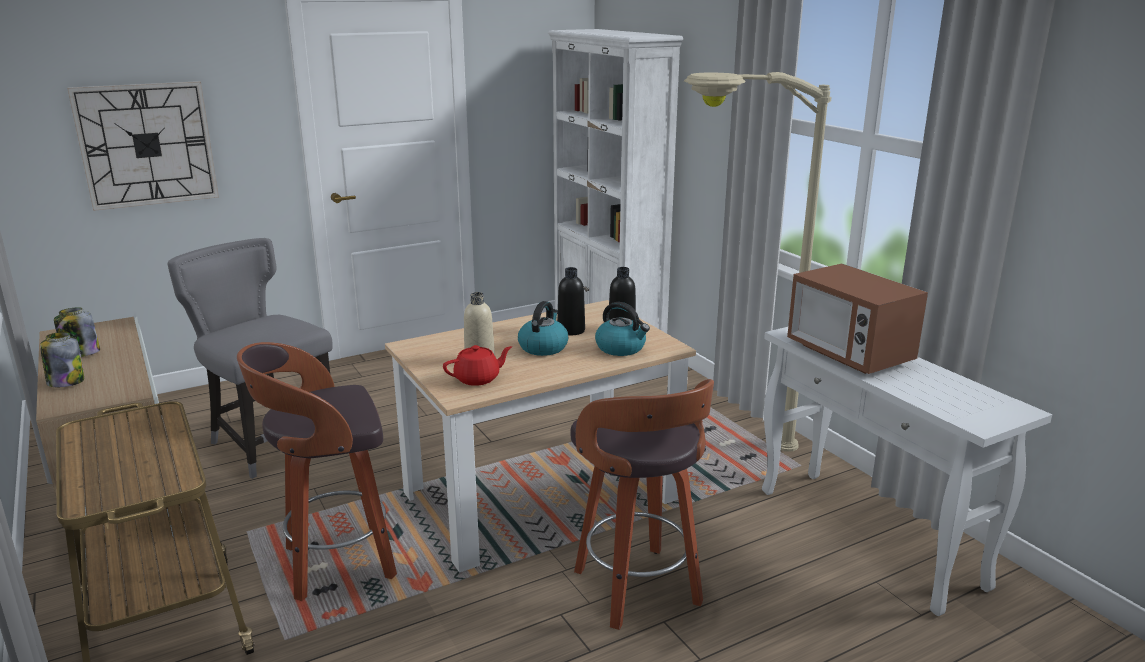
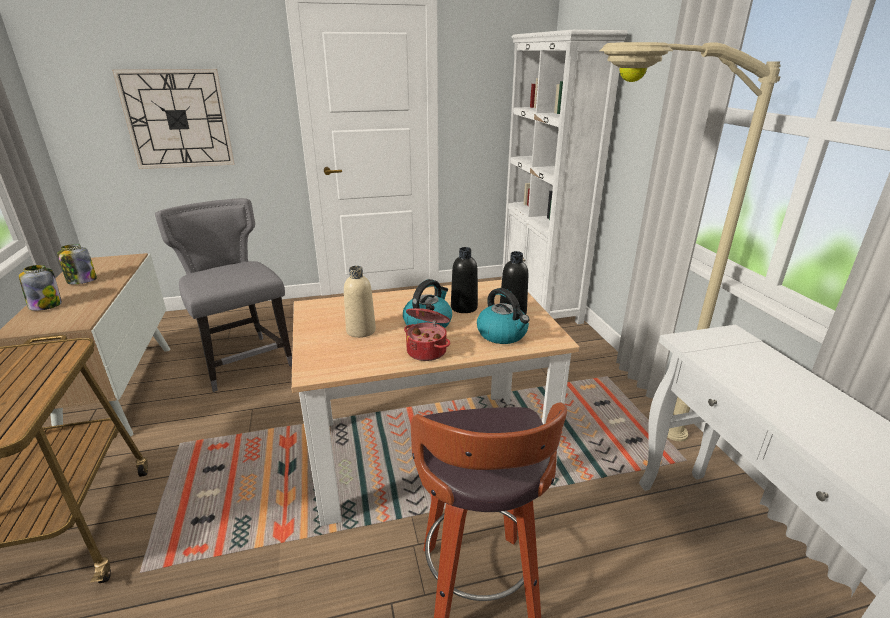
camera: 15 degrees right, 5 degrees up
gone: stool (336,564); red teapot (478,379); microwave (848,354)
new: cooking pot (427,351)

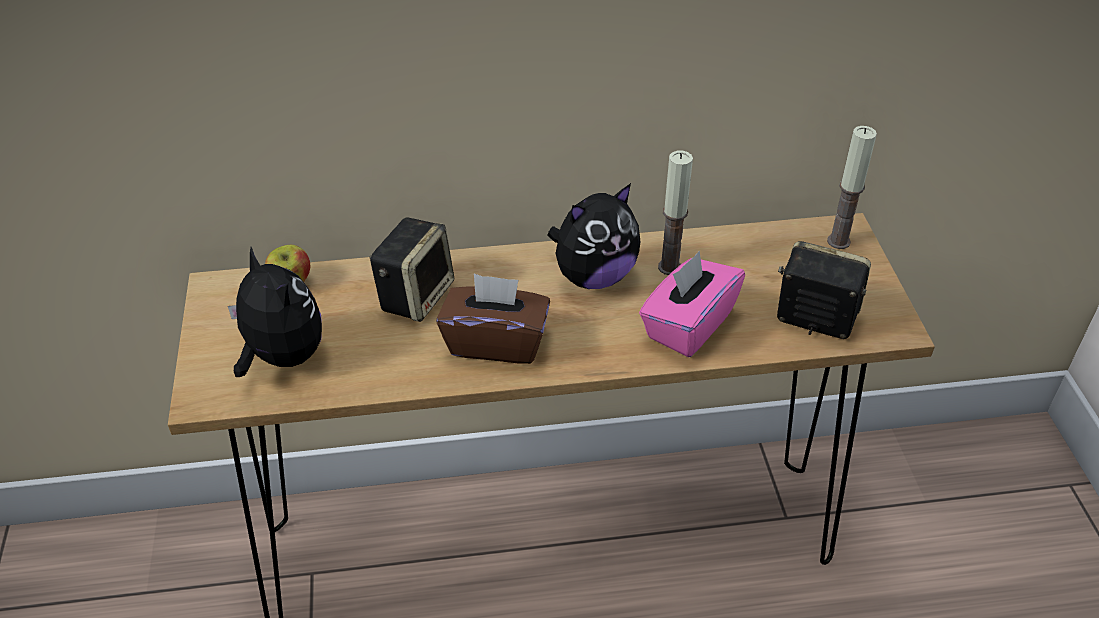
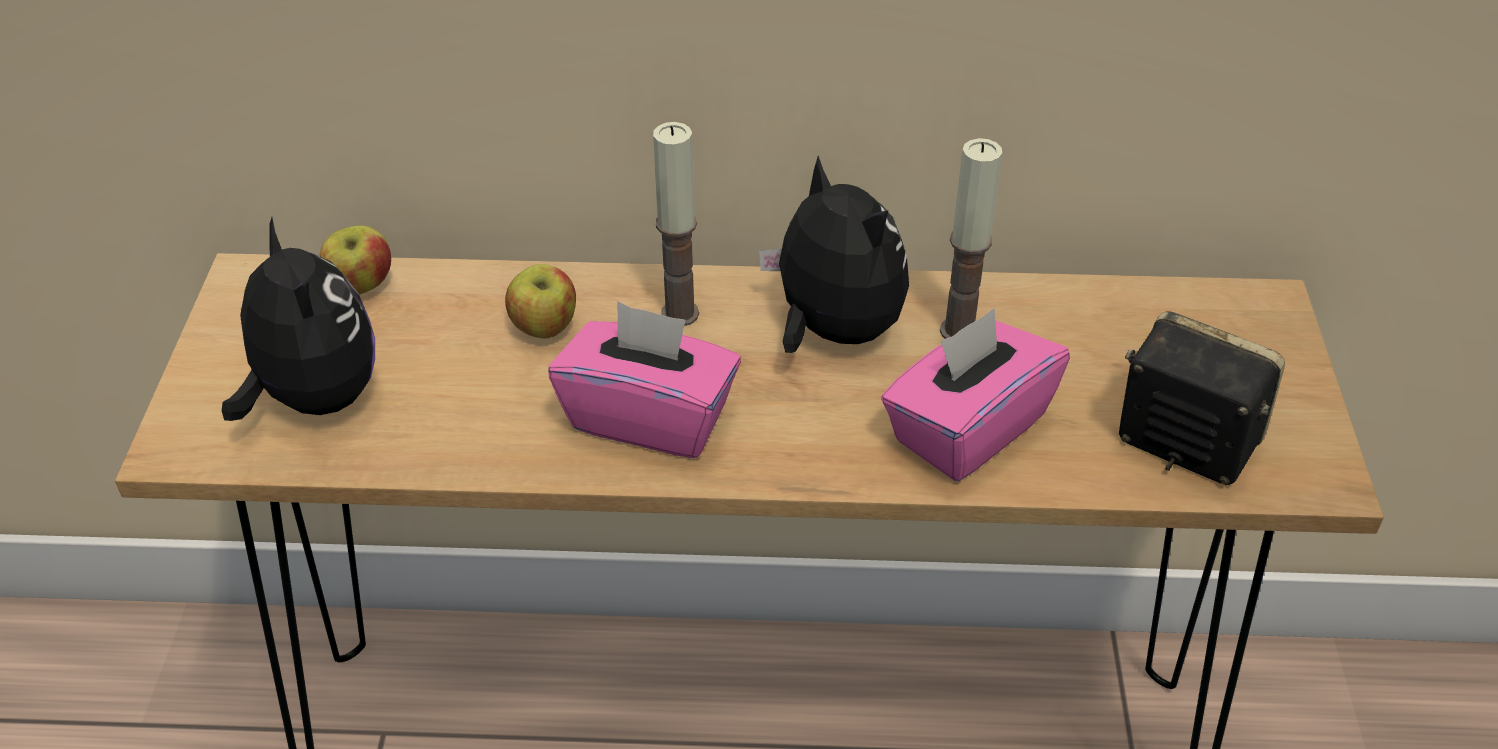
camera: 10 degrees right, 0 degrees up
shifted: candle (838,241) to (679,314)
swapped: speaker (416,295) to apple (545,327)
repainted: brown tissue box (496,342) to pink tissue box (650,417)
rotated: plush toy (593,276) = (832,331) 105 degrees counterclockwise

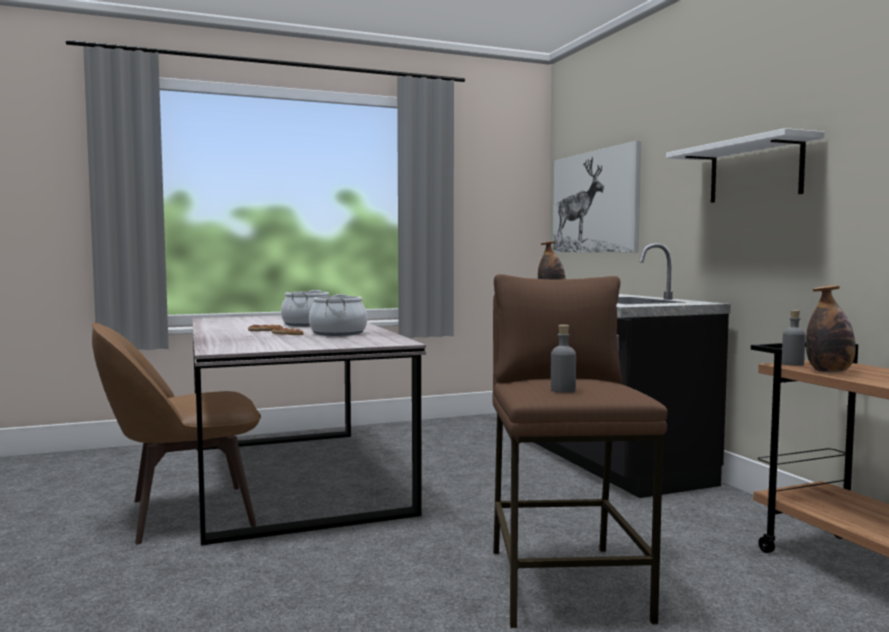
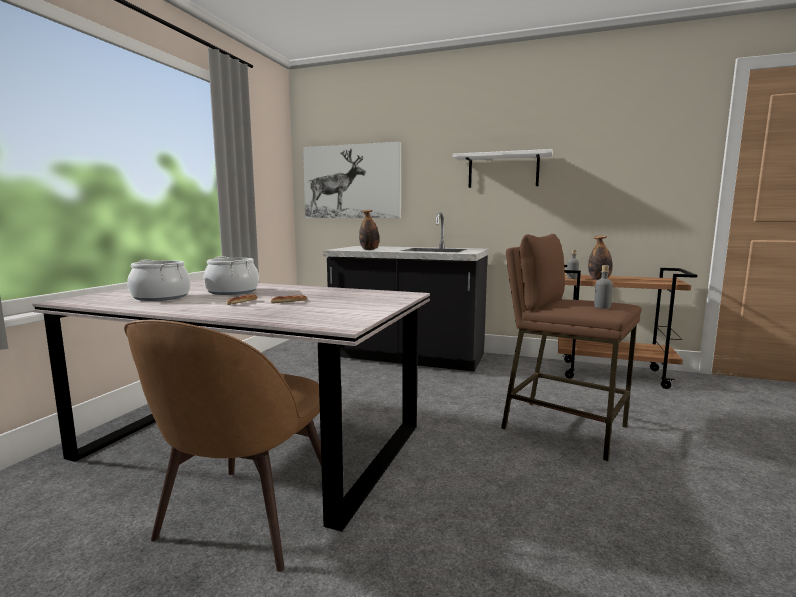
camera: 50 degrees left, 5 degrees up
shifted: cooking pot (338,333) to (161,297)

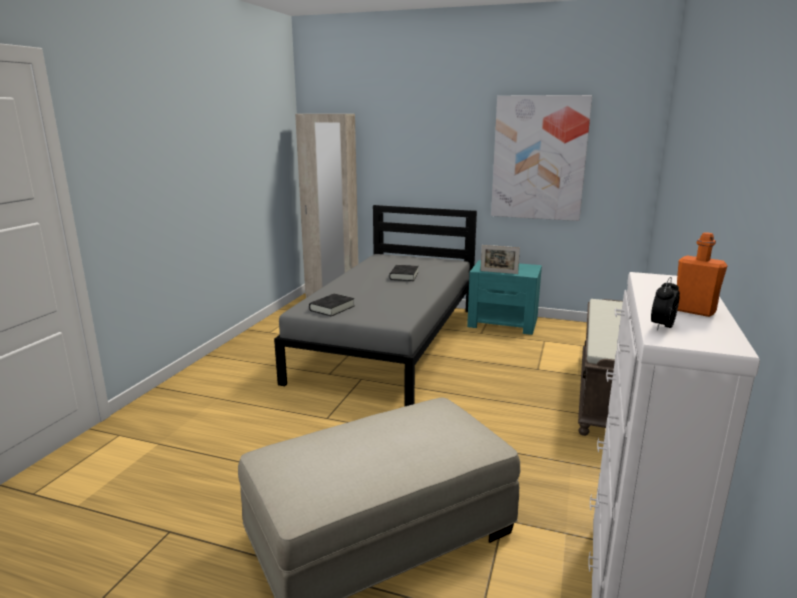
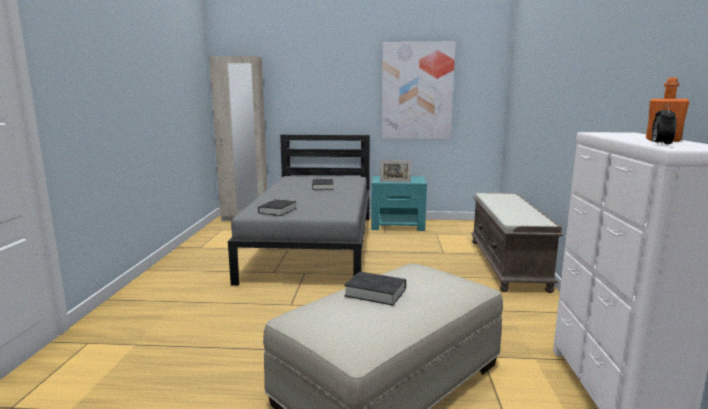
camera: 15 degrees left, 5 degrees down
new: black book (375,292)

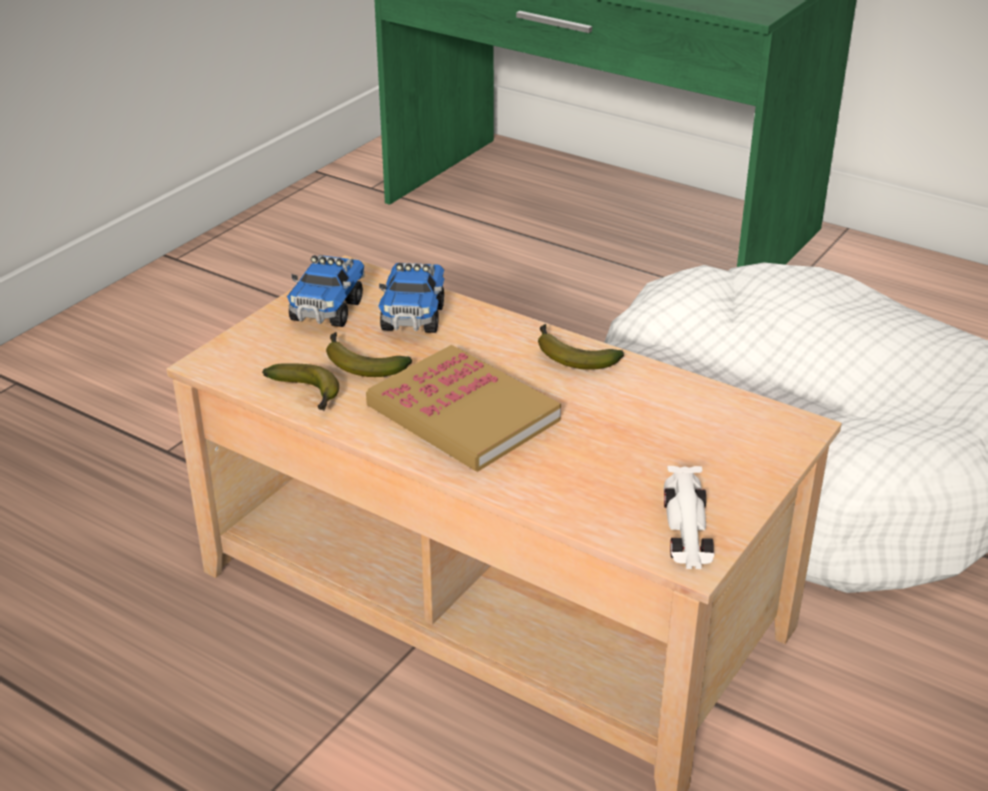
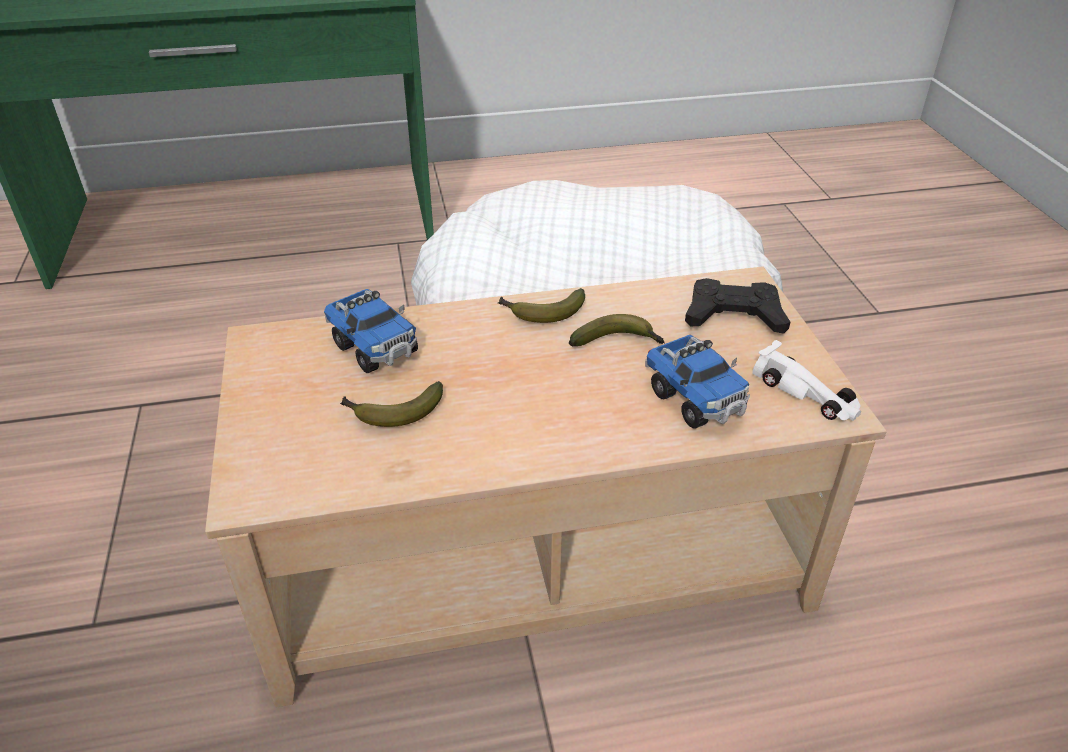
camera: 45 degrees left, 5 degrees up
gone: book (462,413)
new: black game controller (734,315)
shifted: banana (308,395) to (618,342); toy truck (327,310) to (695,399)

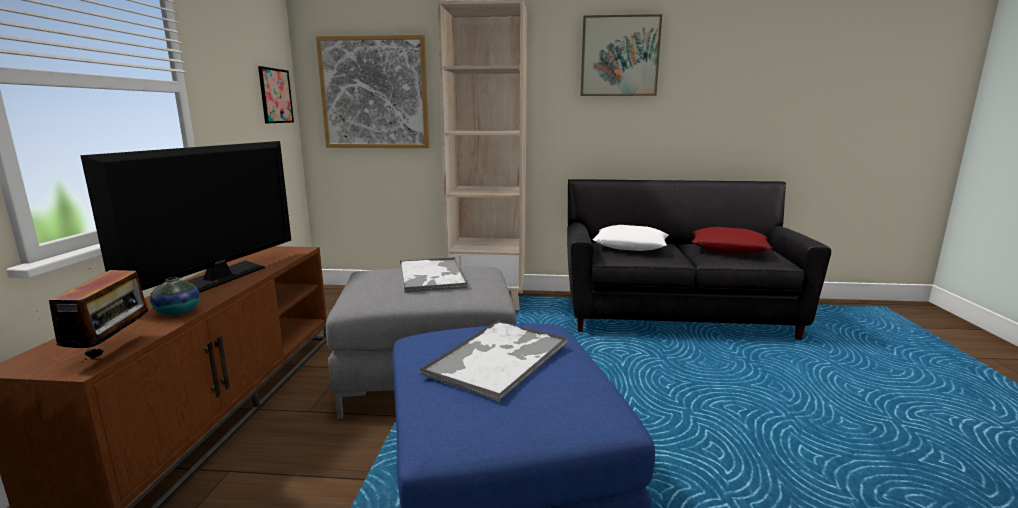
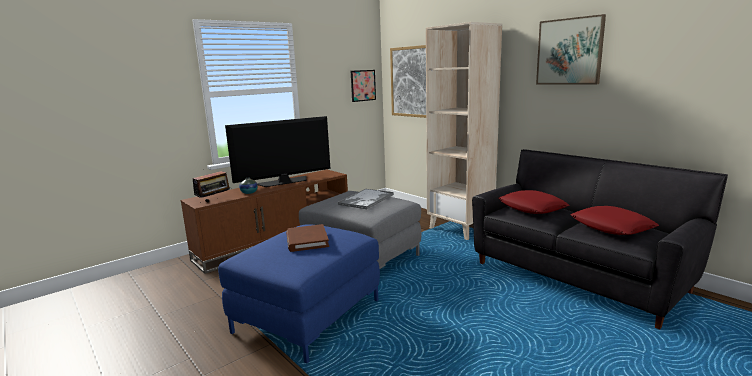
camera: 45 degrees right, 0 degrees up
swapped: tray (499,358) to brown book (307,240)
repainted: white pillow (630,245) to red pillow (532,208)

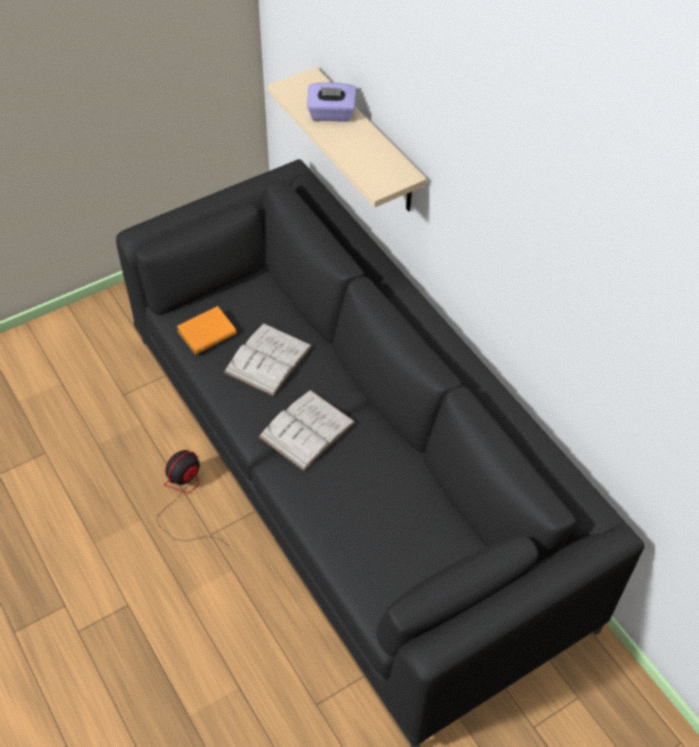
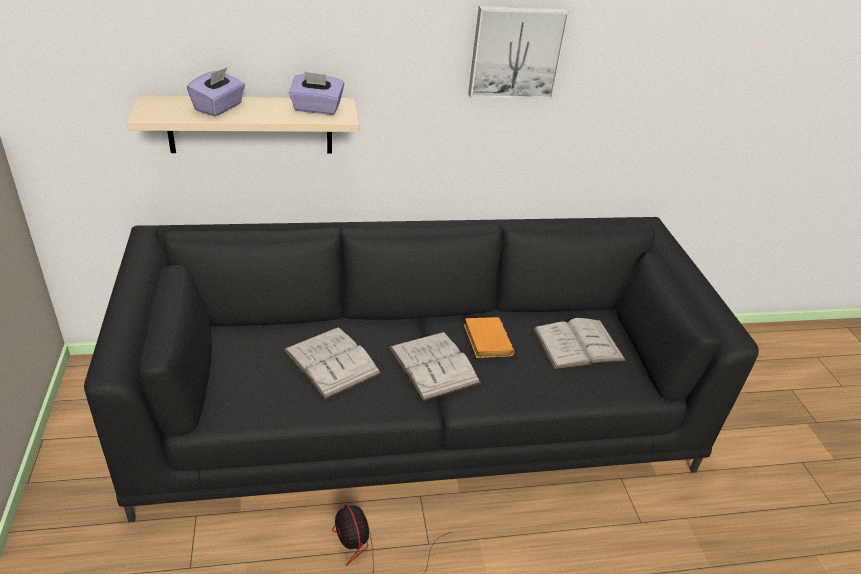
camera: 70 degrees left, 15 degrees down
new: purple tissue box (316,109); picture (515,52); white book (578,344)
shifted: orange book (207,332) to (485,340)

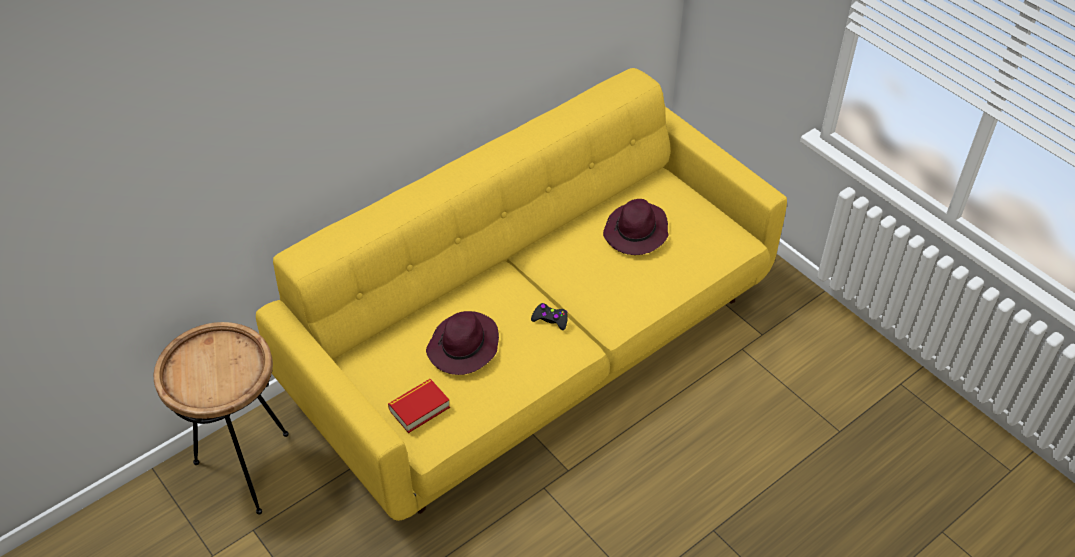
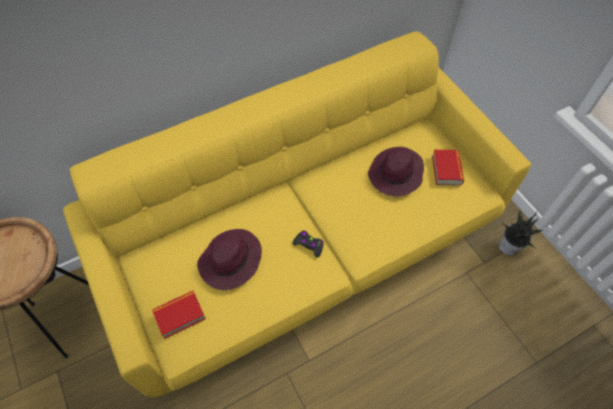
camera: 10 degrees right, 10 degrees up
new: book (446,170); potted plant (509,247)

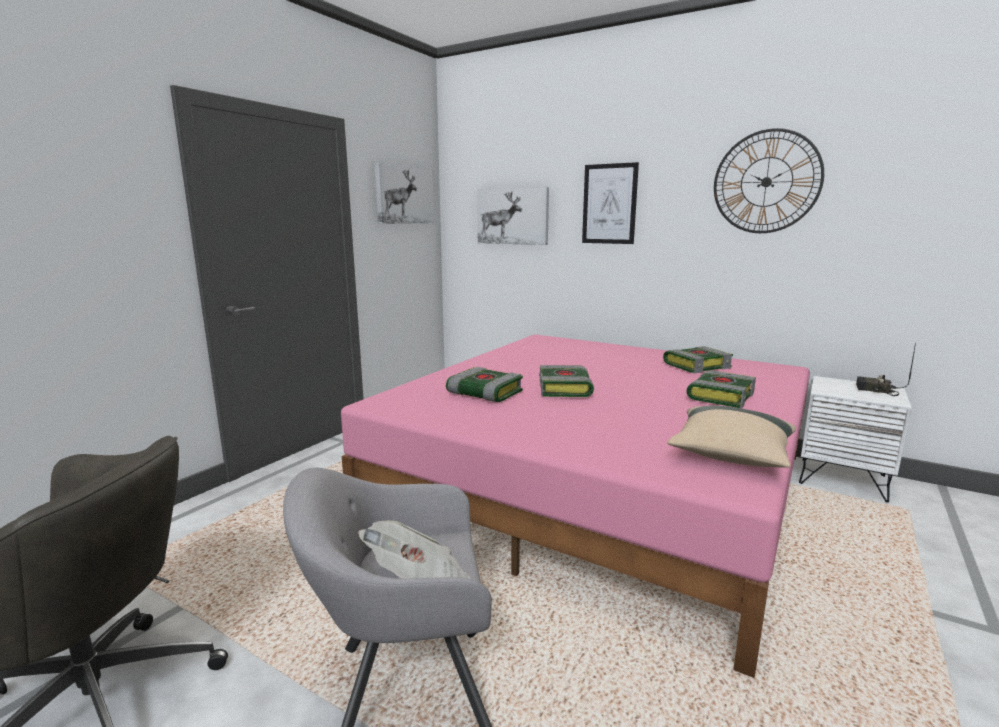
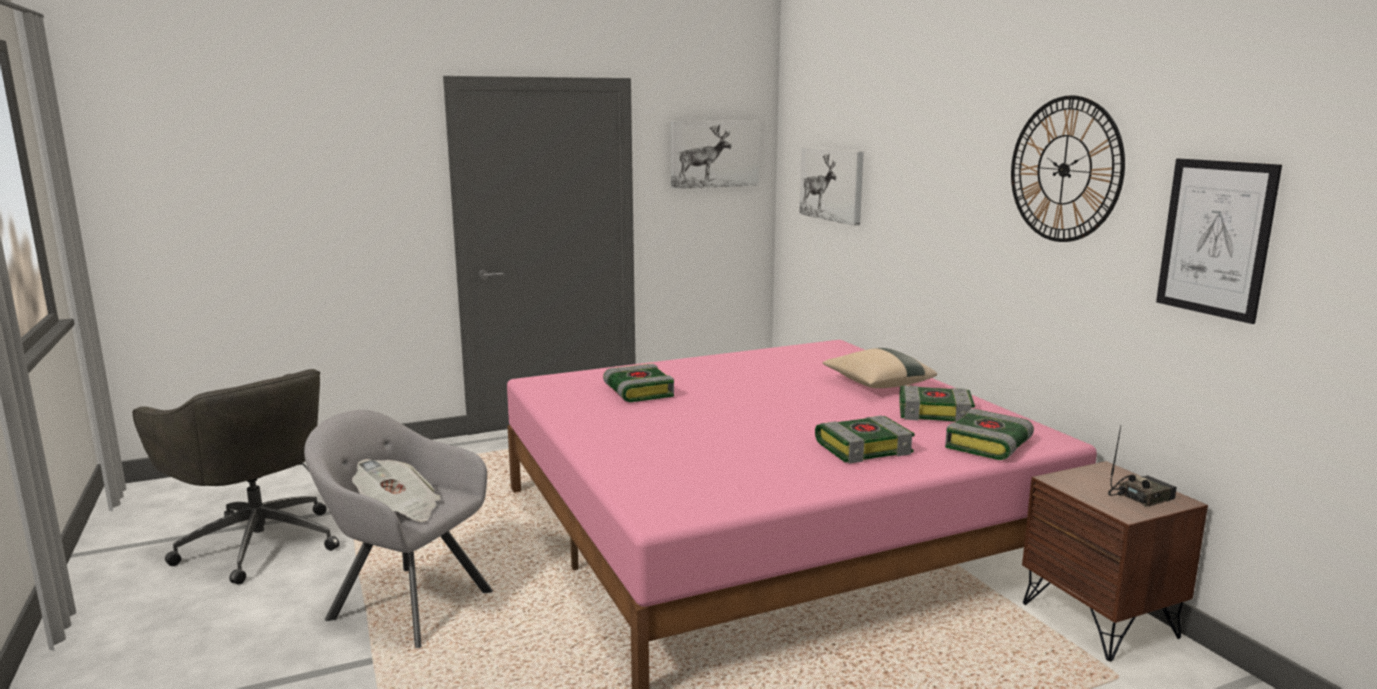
camera: 35 degrees right, 0 degrees up
shifted: book (565,389) to (989,446); picture (609,204) to (1215,238); beige pillow (730,456) to (877,384)
repainted: white nightstand (842,479) to brown nightstand (1100,620)
rotated: radio (875,390) = (1140,496) 90 degrees clockwise

